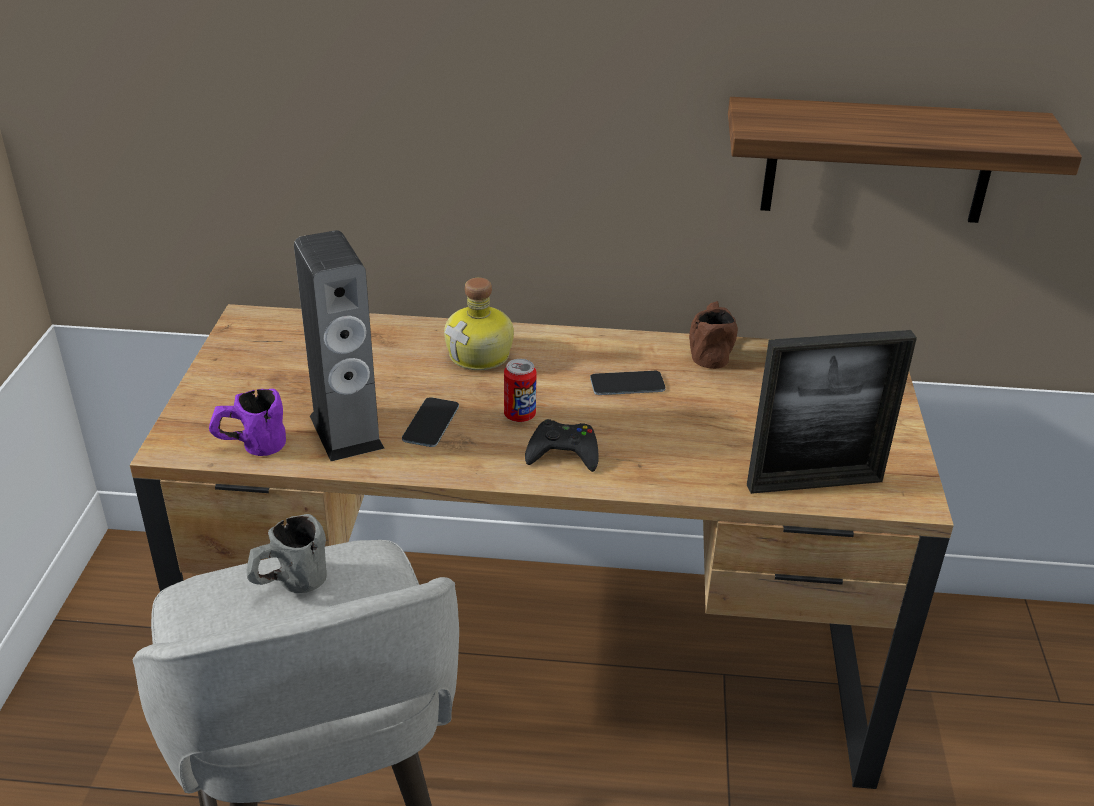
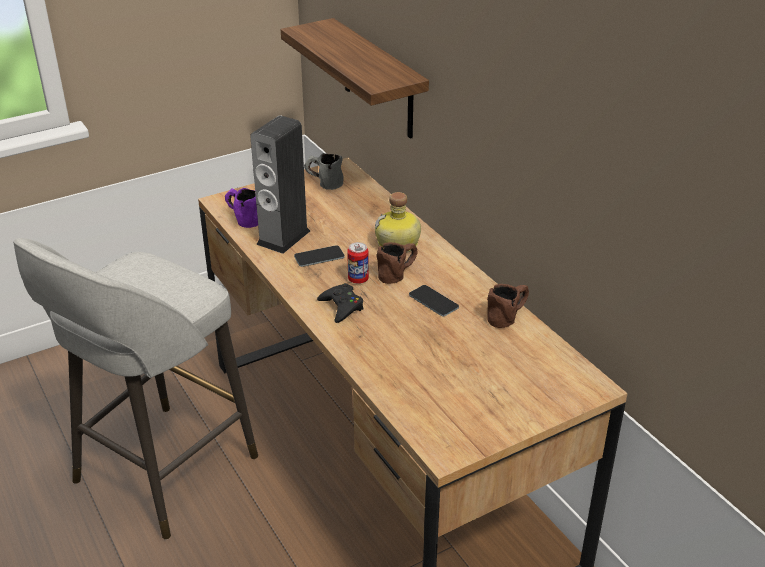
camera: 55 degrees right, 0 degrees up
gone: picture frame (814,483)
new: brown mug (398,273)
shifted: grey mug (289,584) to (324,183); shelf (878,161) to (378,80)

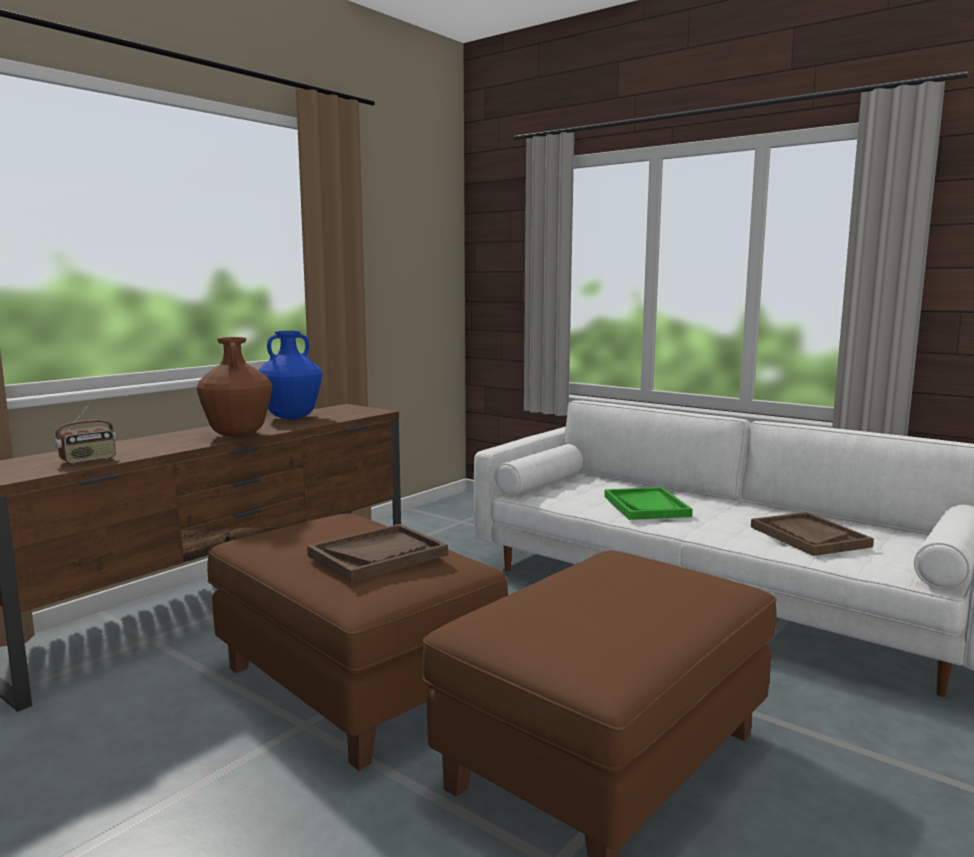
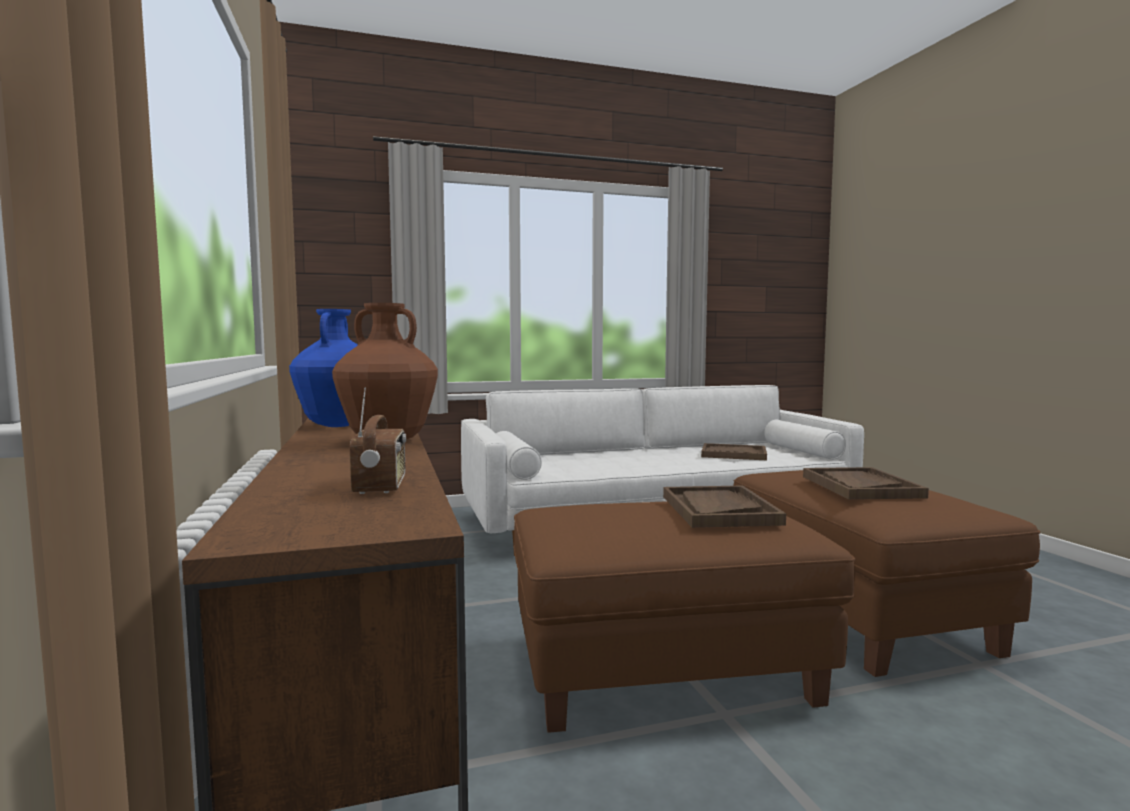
camera: 55 degrees left, 5 degrees down
gone: green tray (646,506)
new: brown tray (860,486)

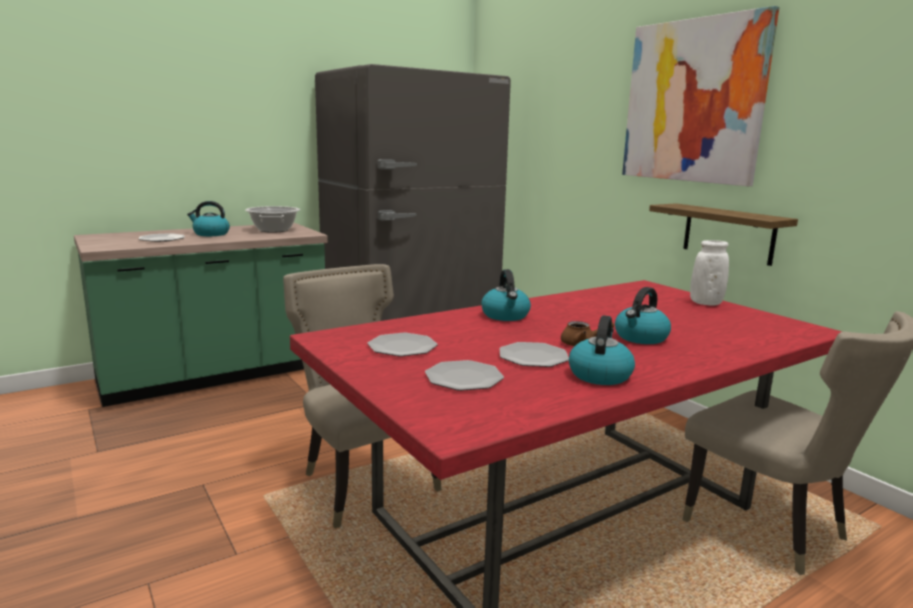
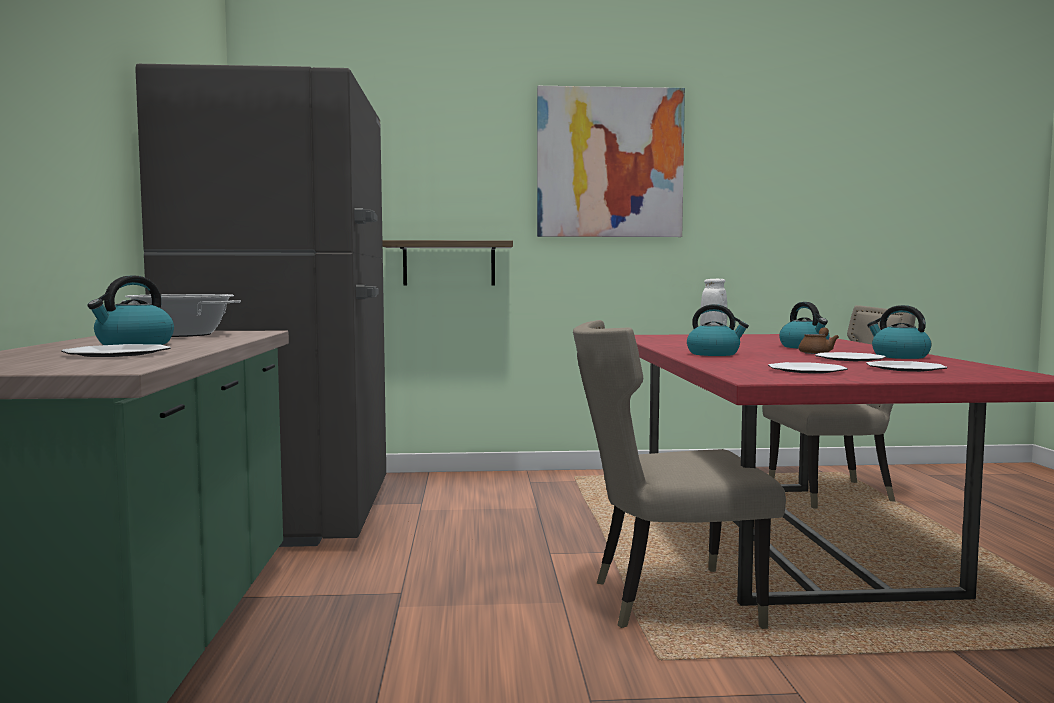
camera: 60 degrees left, 10 degrees down
shifted: shelf (728,233) to (449,263)

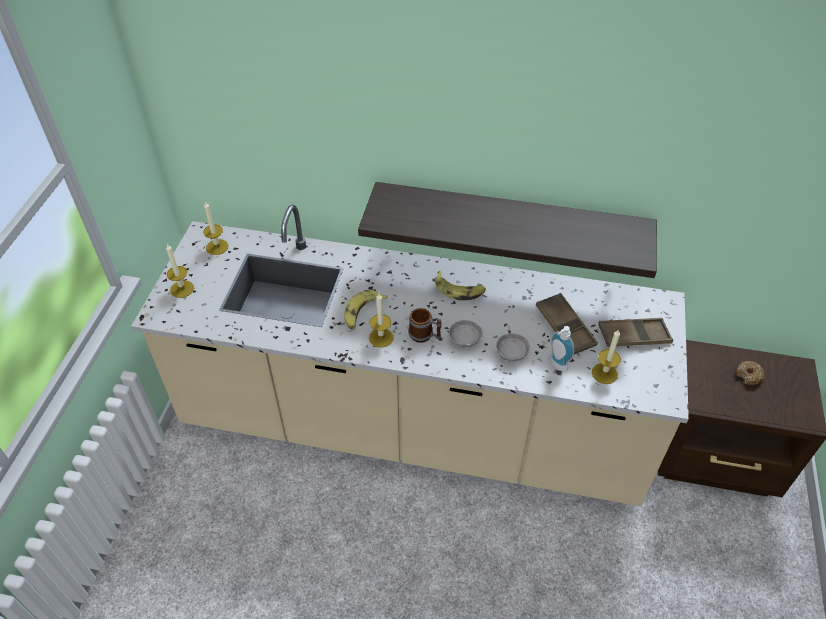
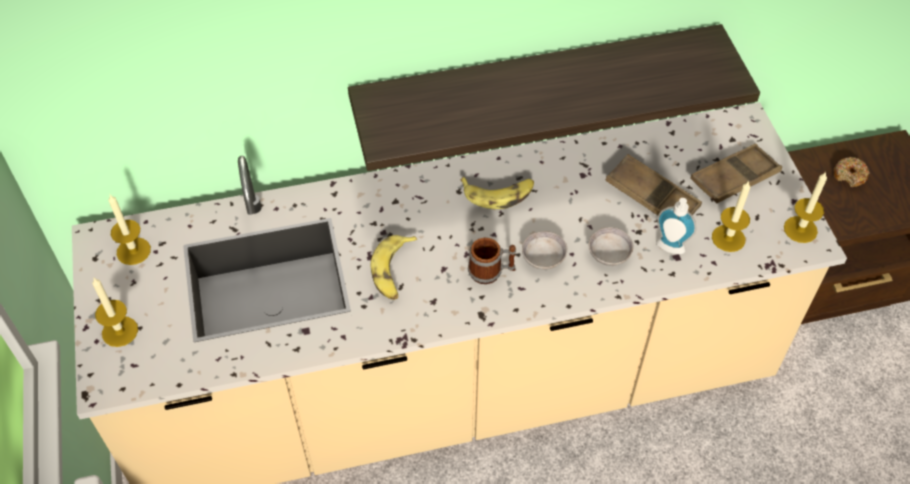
camera: 25 degrees left, 5 degrees up
shifted: candle (381,337) to (800,229)

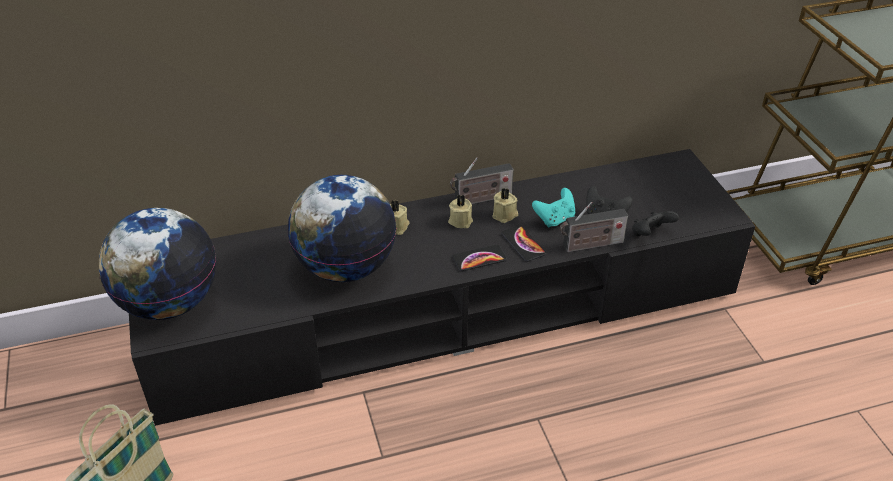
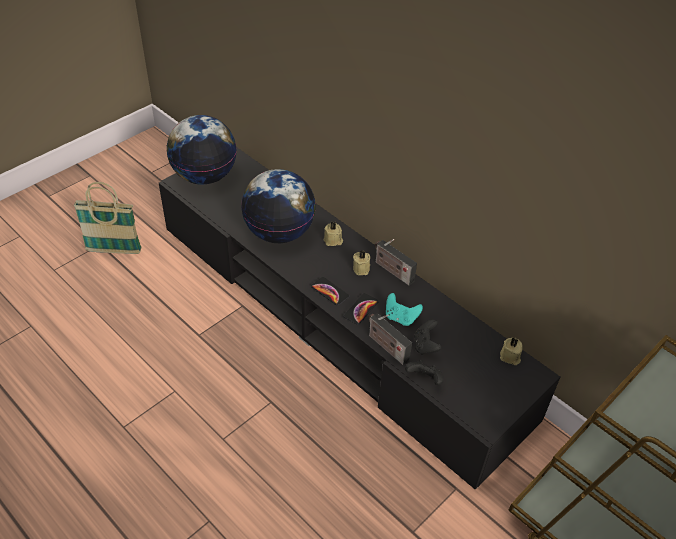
camera: 60 degrees right, 5 degrees up
shifted: beige candle (505,215) to (510,357)

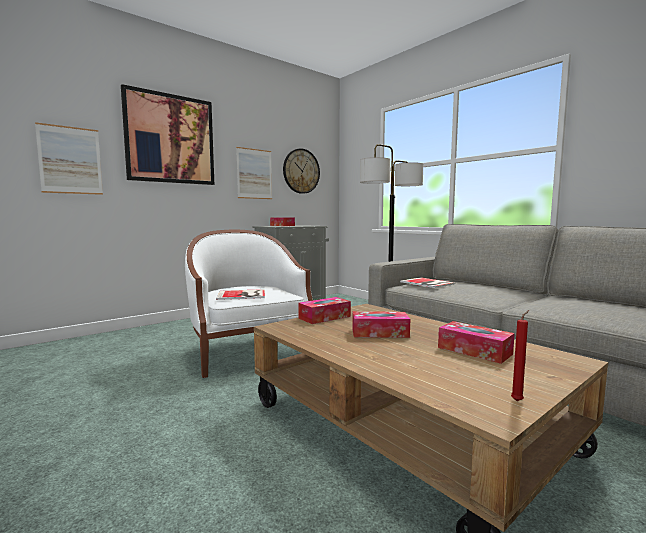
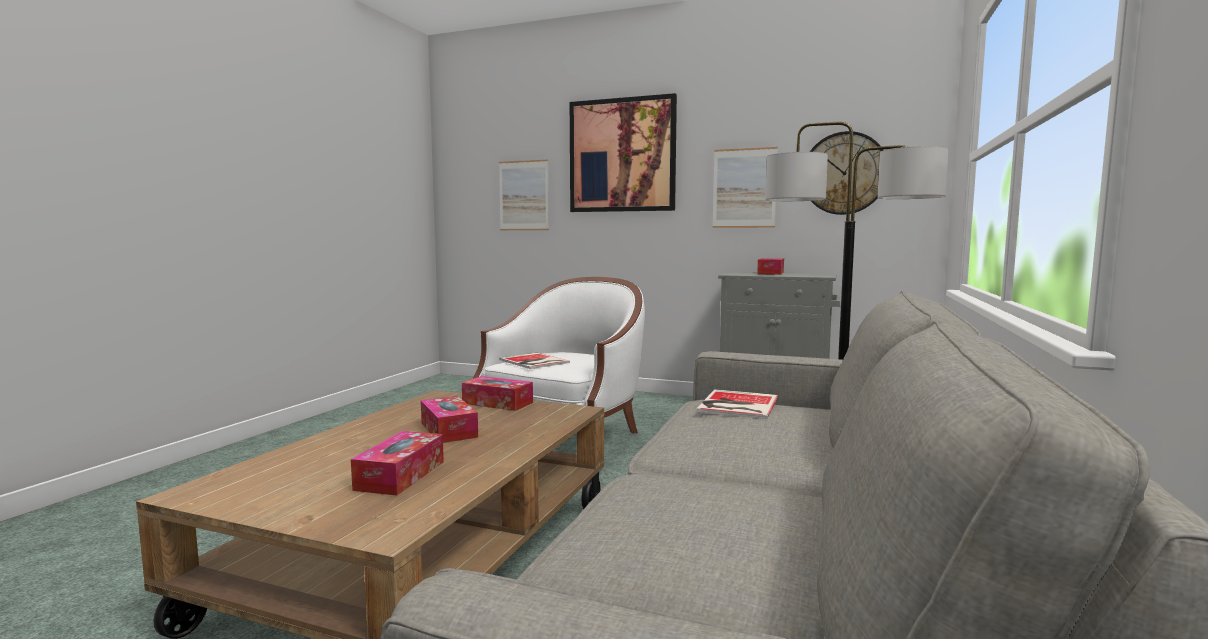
camera: 60 degrees right, 0 degrees up
gone: red candle (518,400)

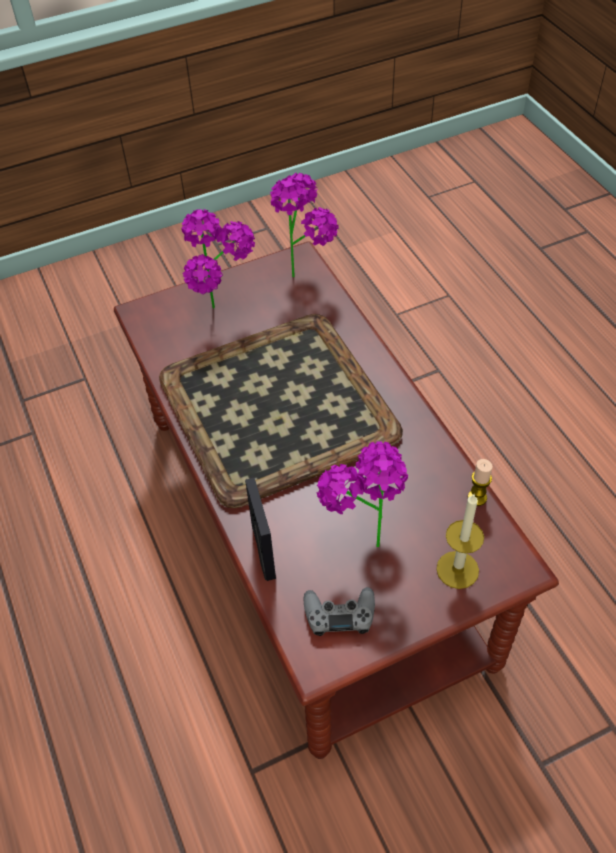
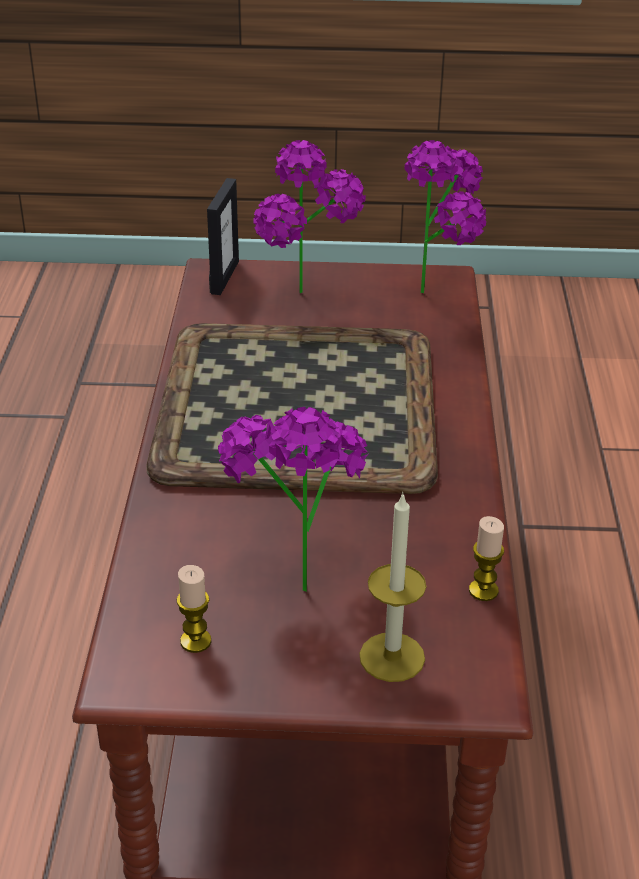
camera: 25 degrees right, 15 degrees down
shifted: picture frame (263,552) to (224,277)
swapped: grey game controller (339,615) to candle (195,641)

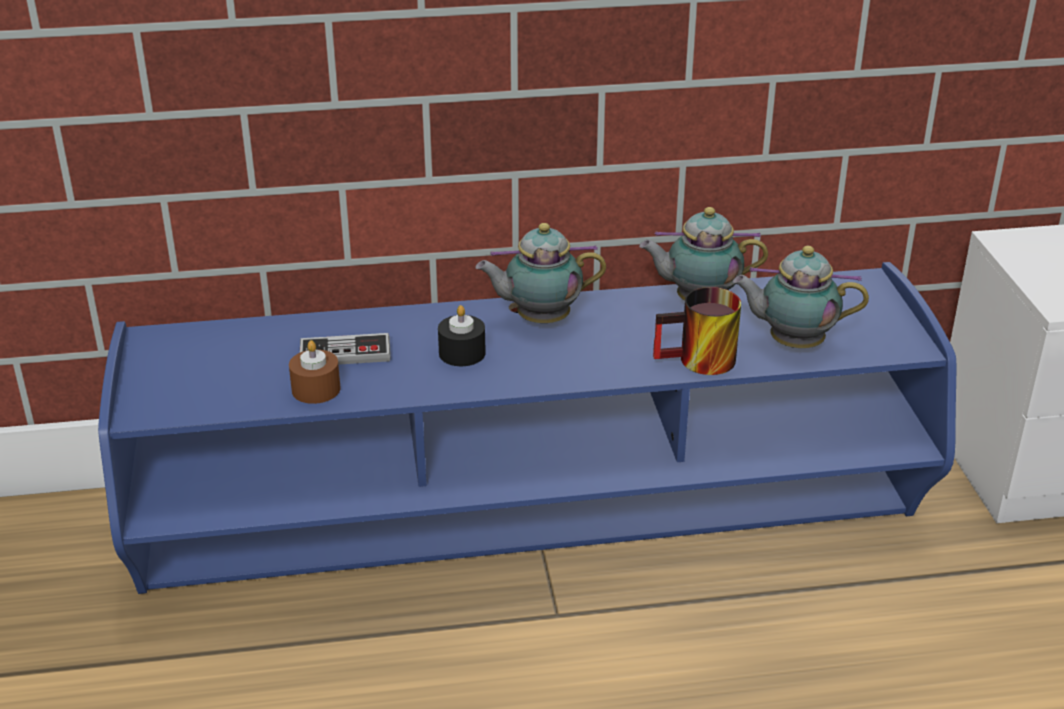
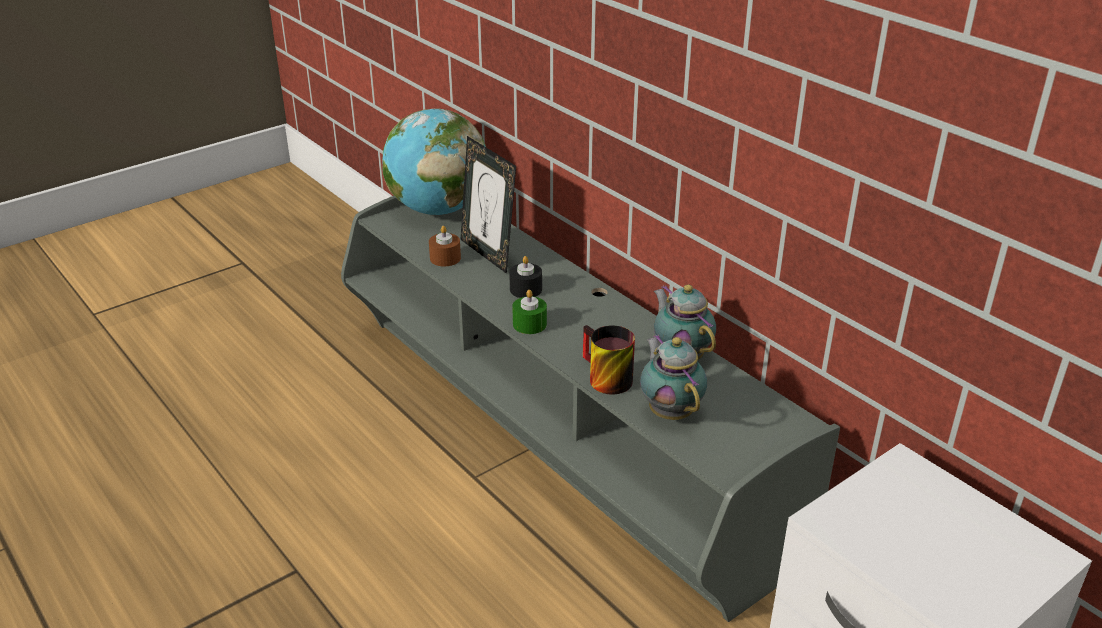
camera: 60 degrees right, 0 degrees up
gone: teapot (539,319)
new: globe (438,209); green candle (529,324)
swapped: game controller (345,353) to picture frame (488,254)
repainted: blue tv stand (533,522) to grey tv stand (552,435)

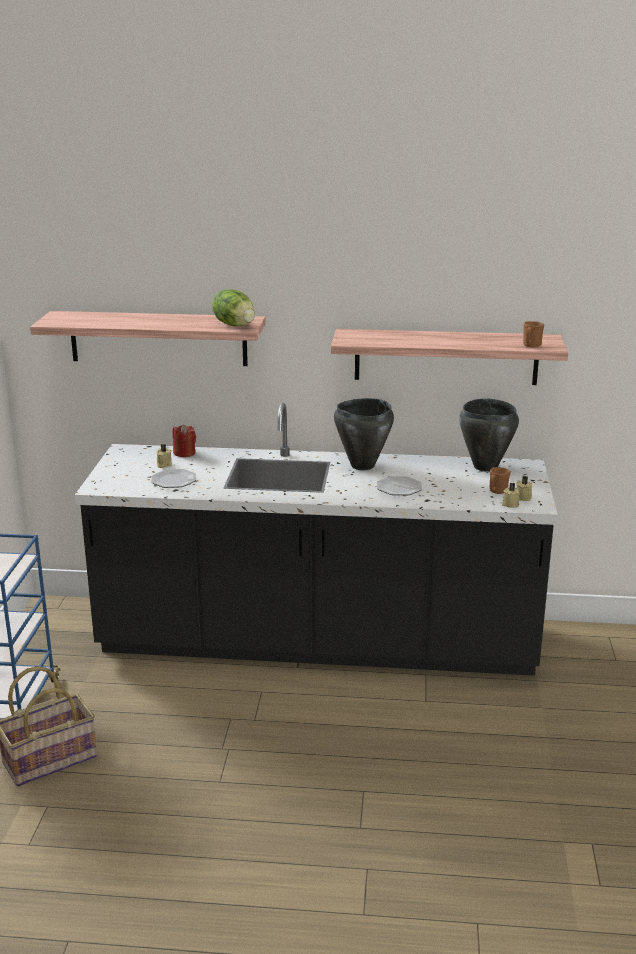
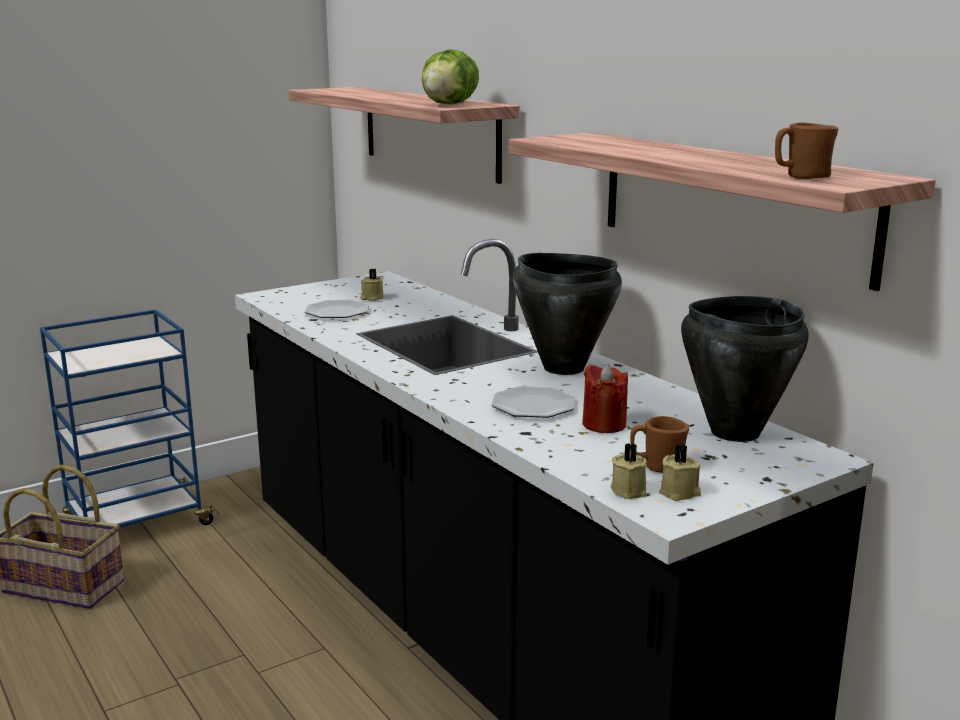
camera: 50 degrees right, 5 degrees down
shifted: red candle (184,453) to (604,424)

